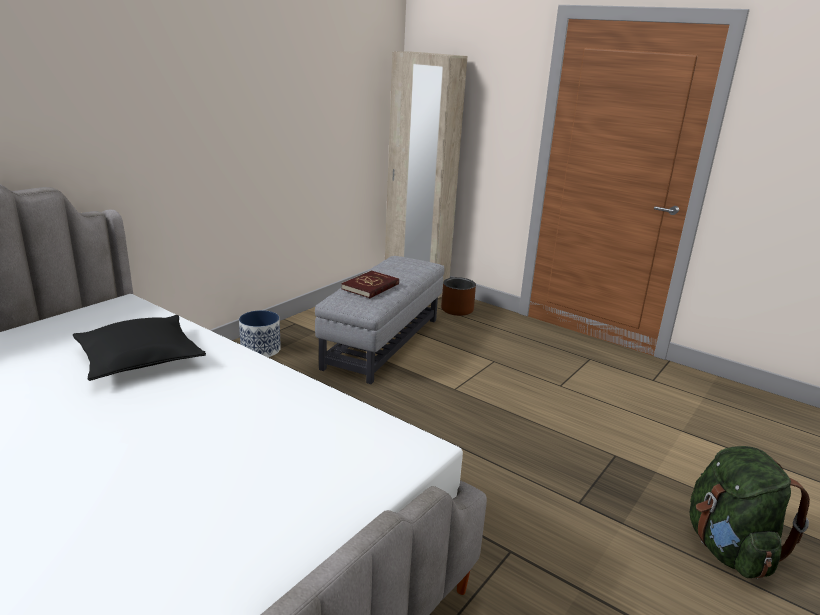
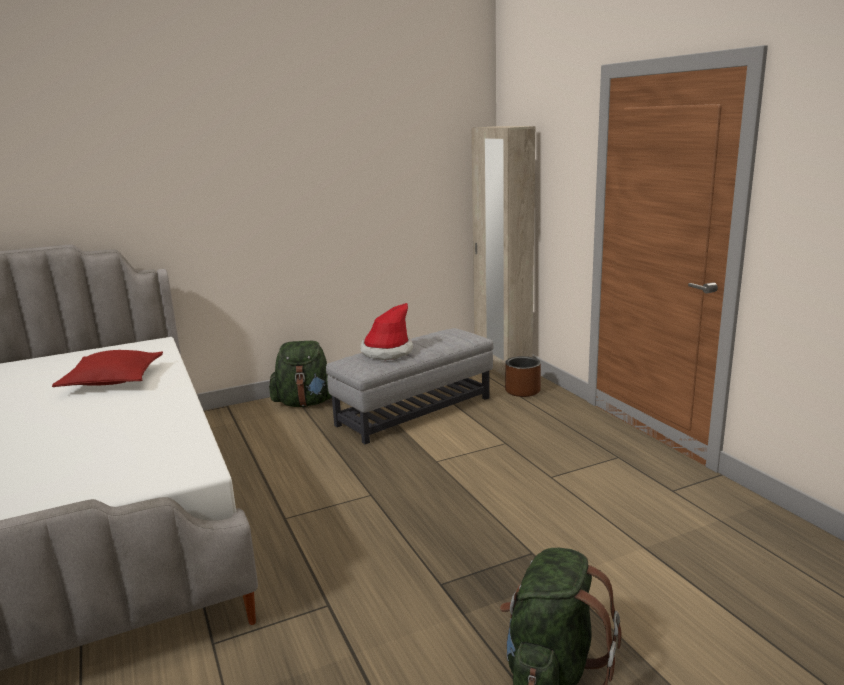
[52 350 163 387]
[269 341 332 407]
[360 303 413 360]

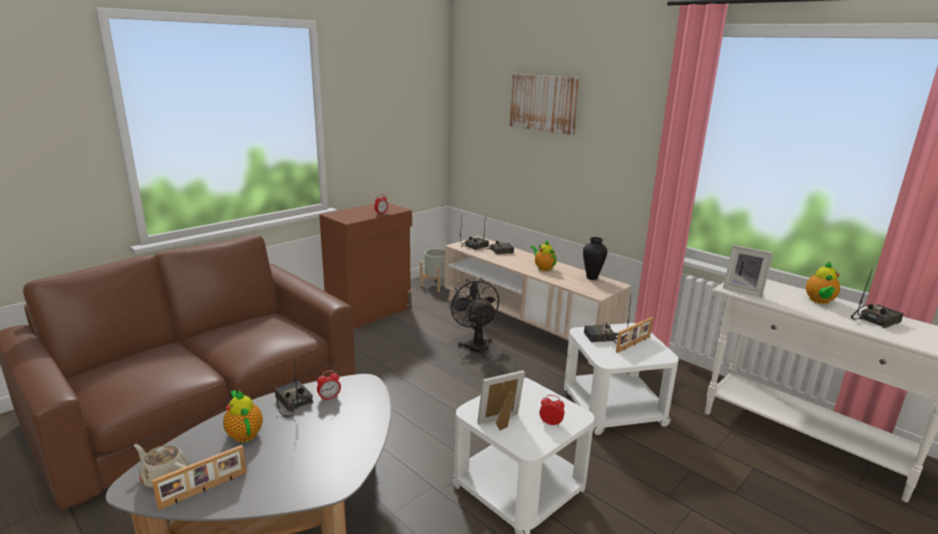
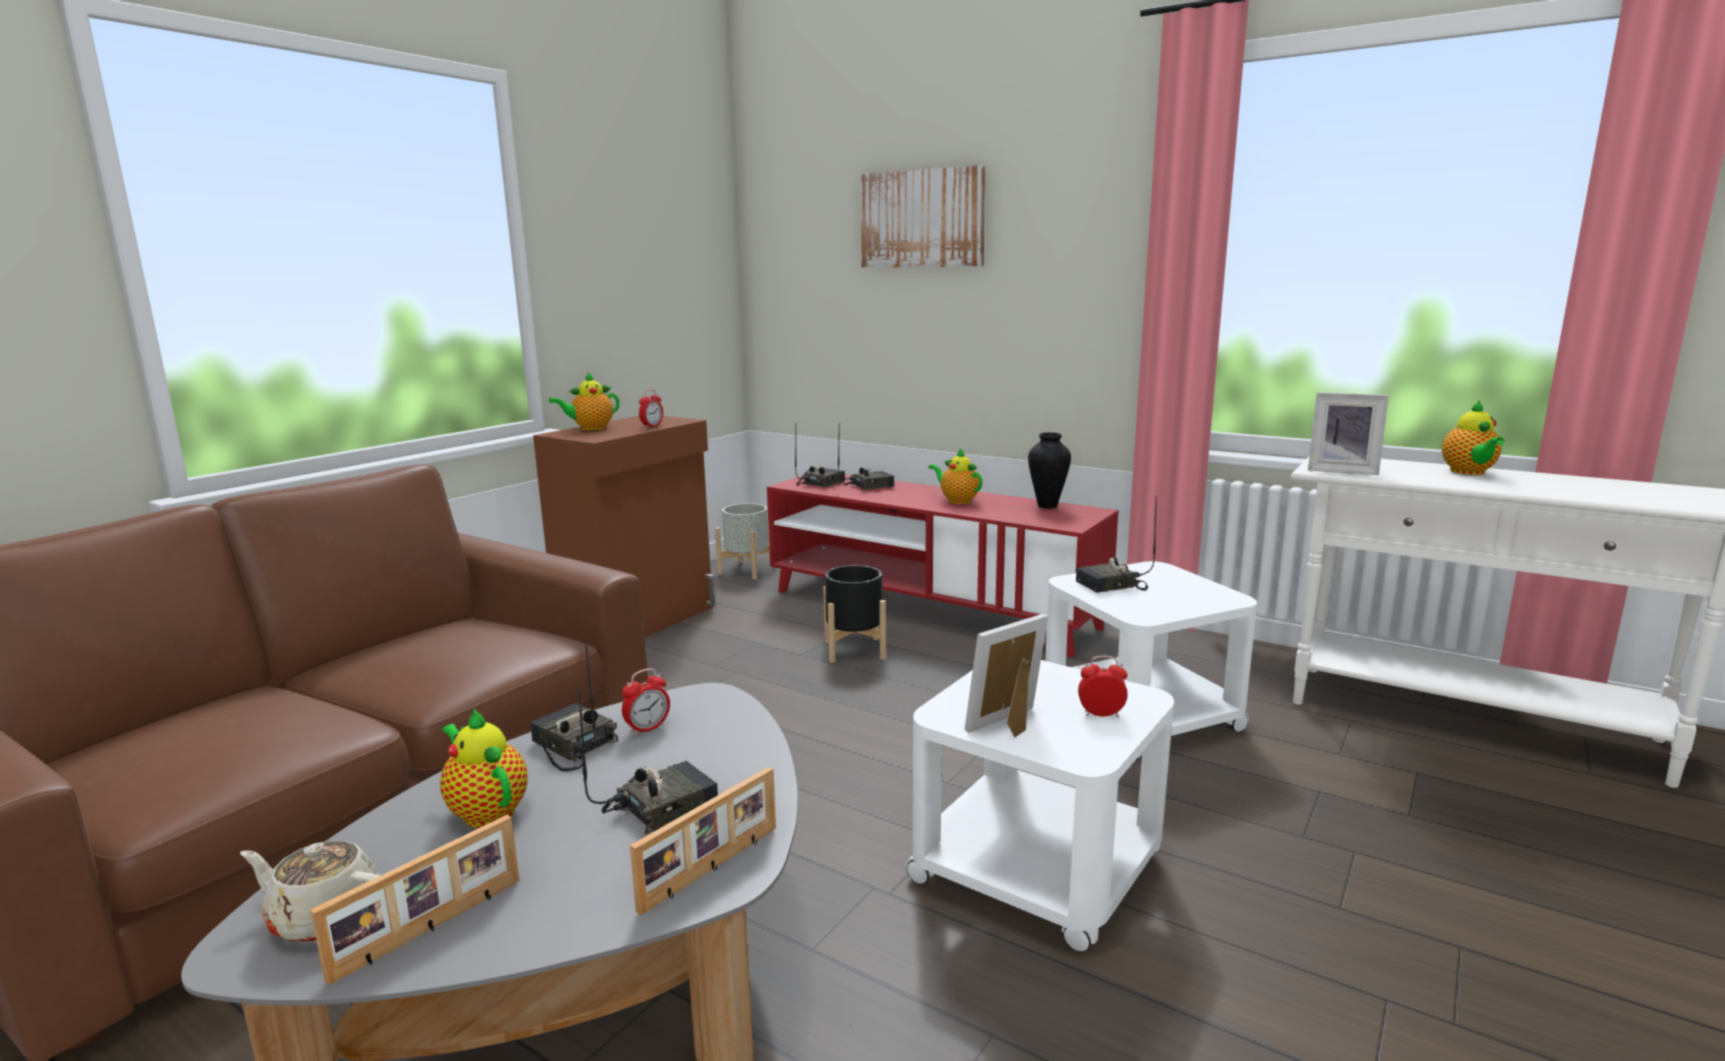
[767 474 1119 658]
[823 565 886 663]
[630 767 776 915]
[578 685 718 834]
[549 372 619 430]

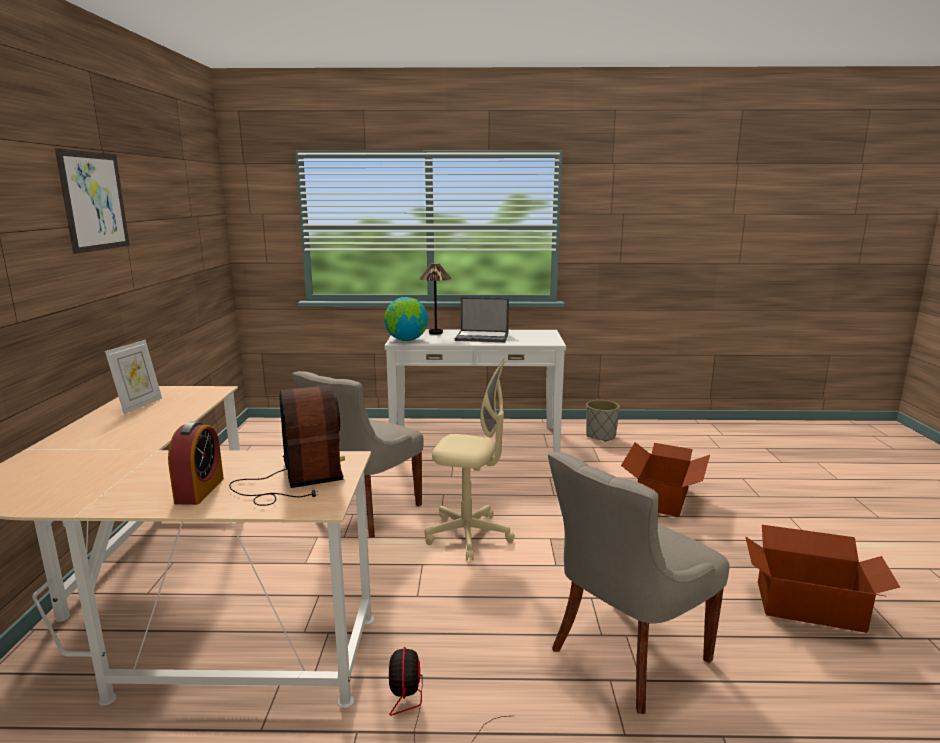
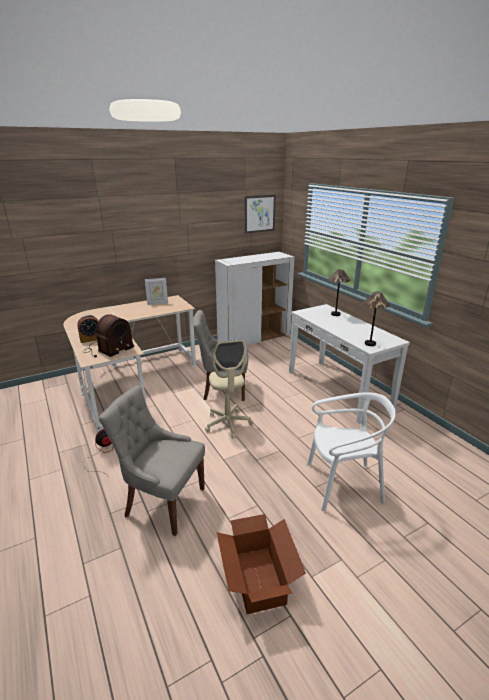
[245 194 276 234]
[384 297 428 341] (first image)
[455 297 509 342] (first image)
[586 400 620 442] (first image)
[307 392 396 511]
[215 252 295 345]
[363 291 390 346]

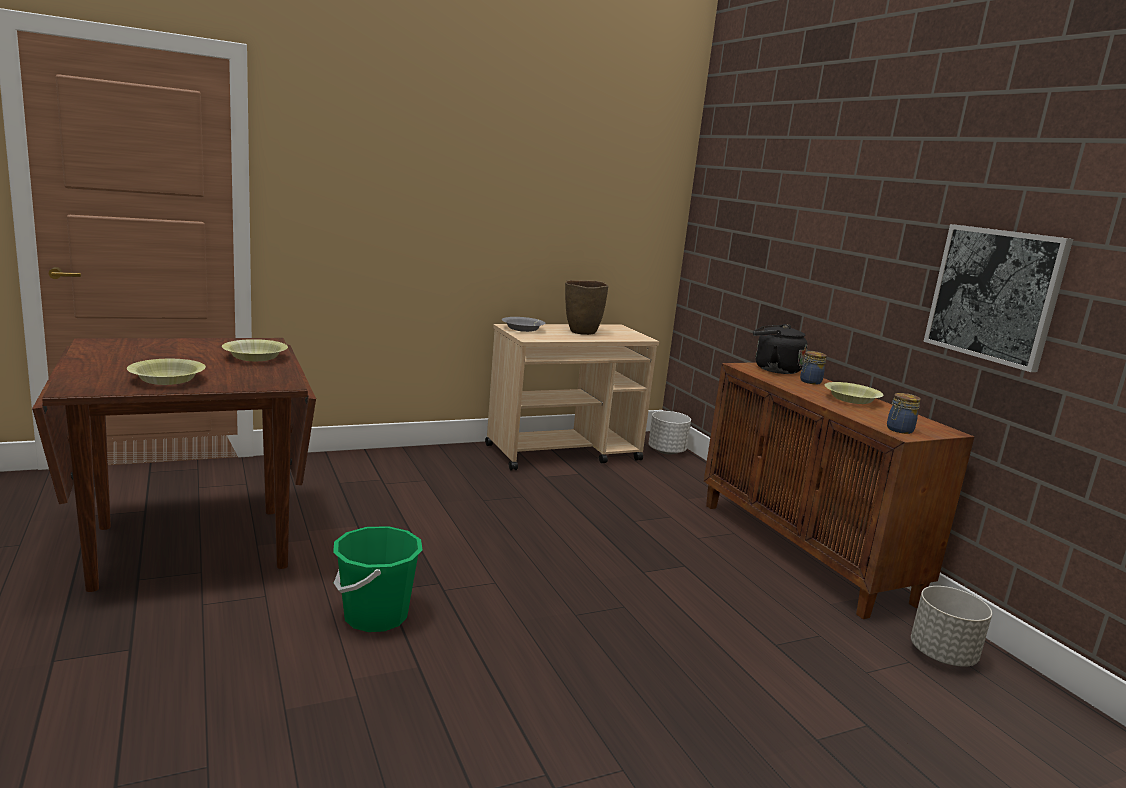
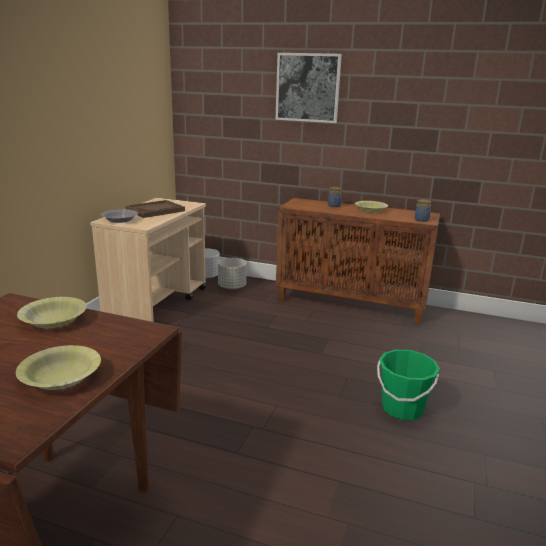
[377 350 440 420]
[126 200 185 218]
[753 324 808 374] (first image)
[218 258 247 290]
[276 53 342 123]

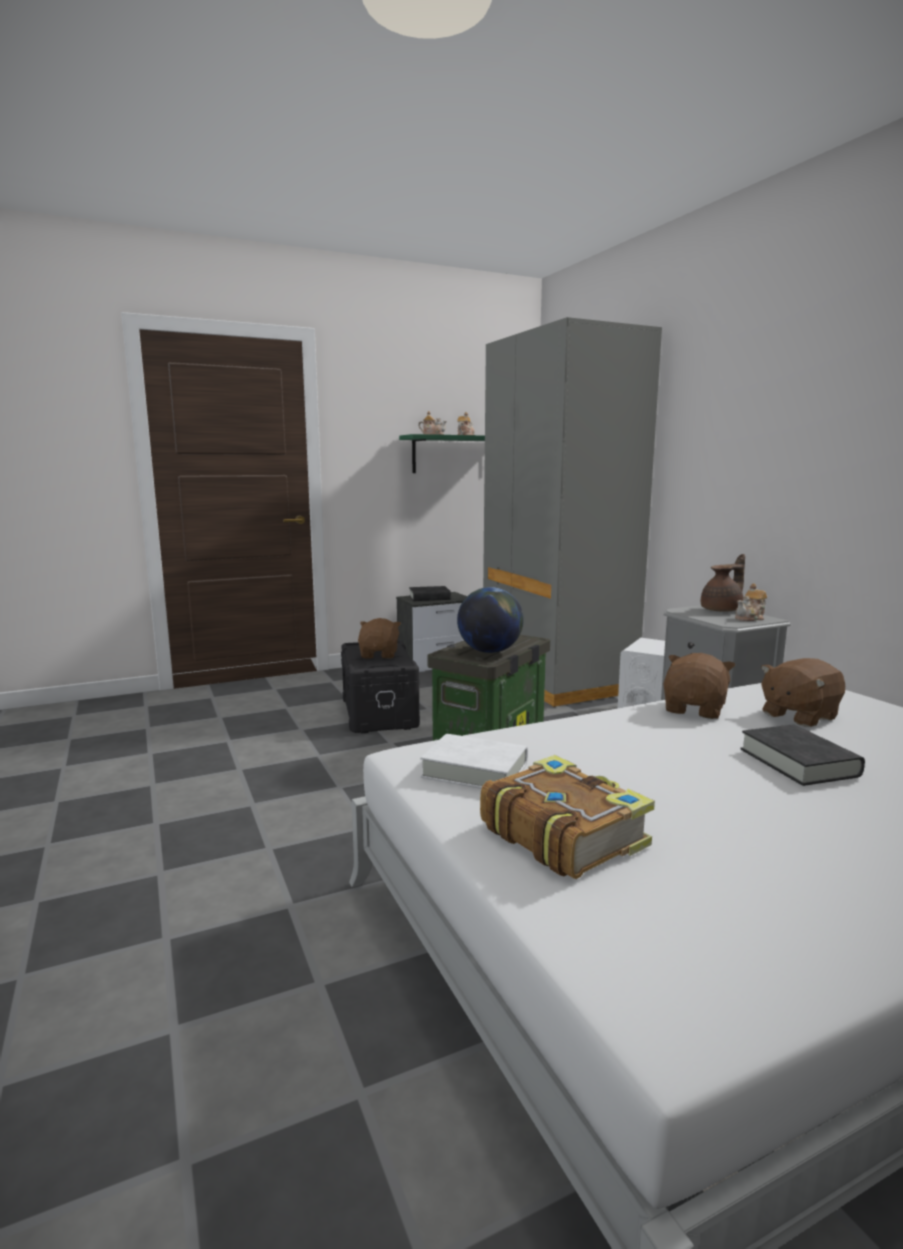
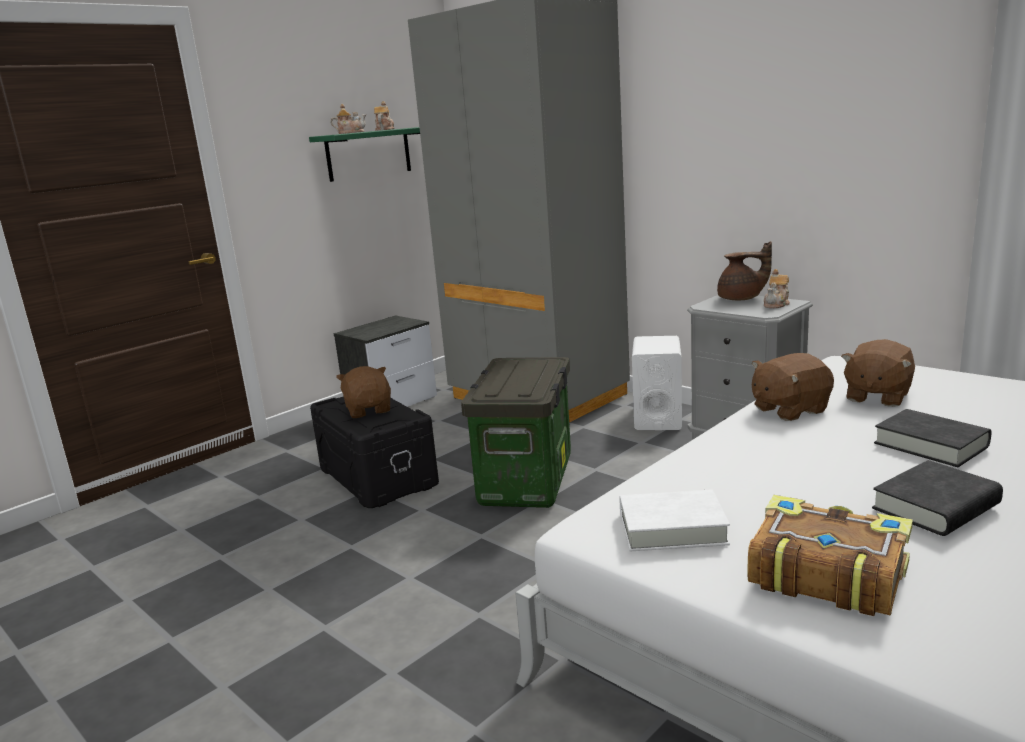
[872 460 1003 536]
[457 587 524 653] (first image)
[752 353 834 421]
[717 241 772 300]

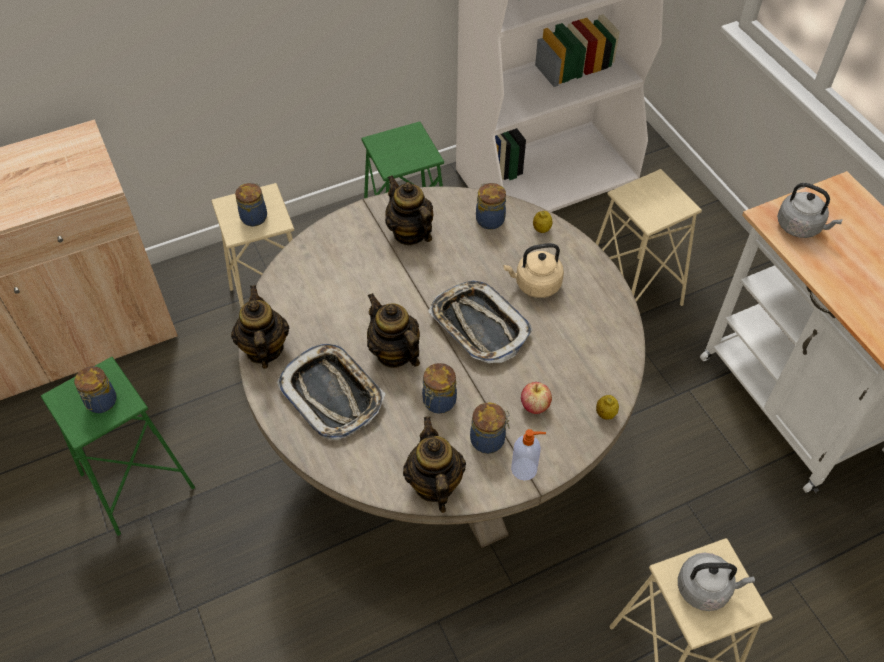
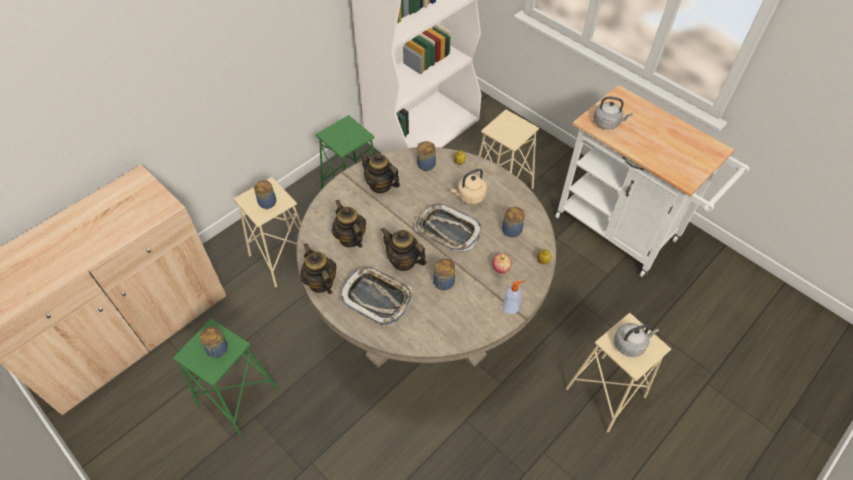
[332 200 366 248]
[502 206 525 238]

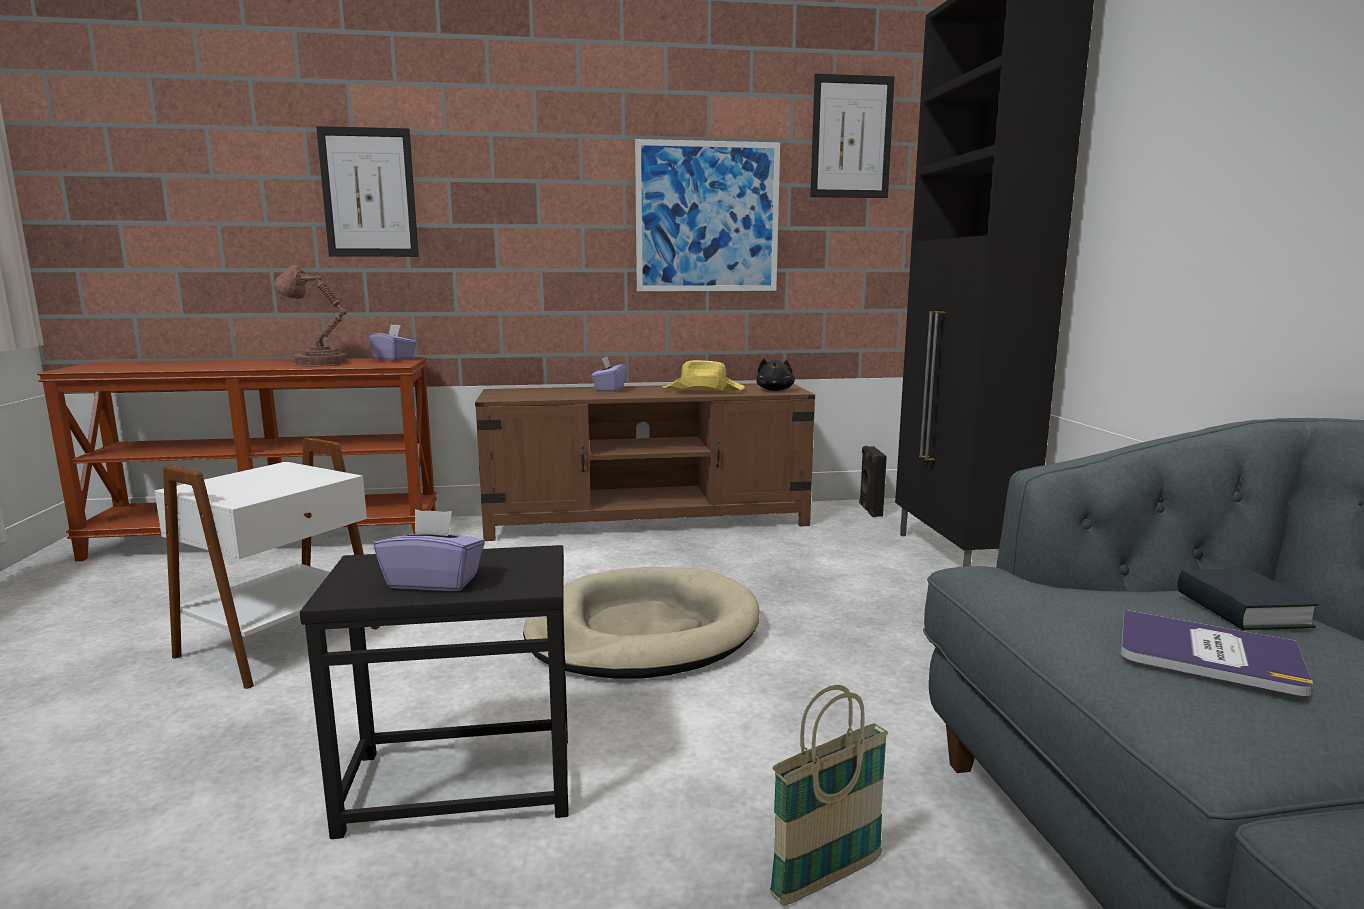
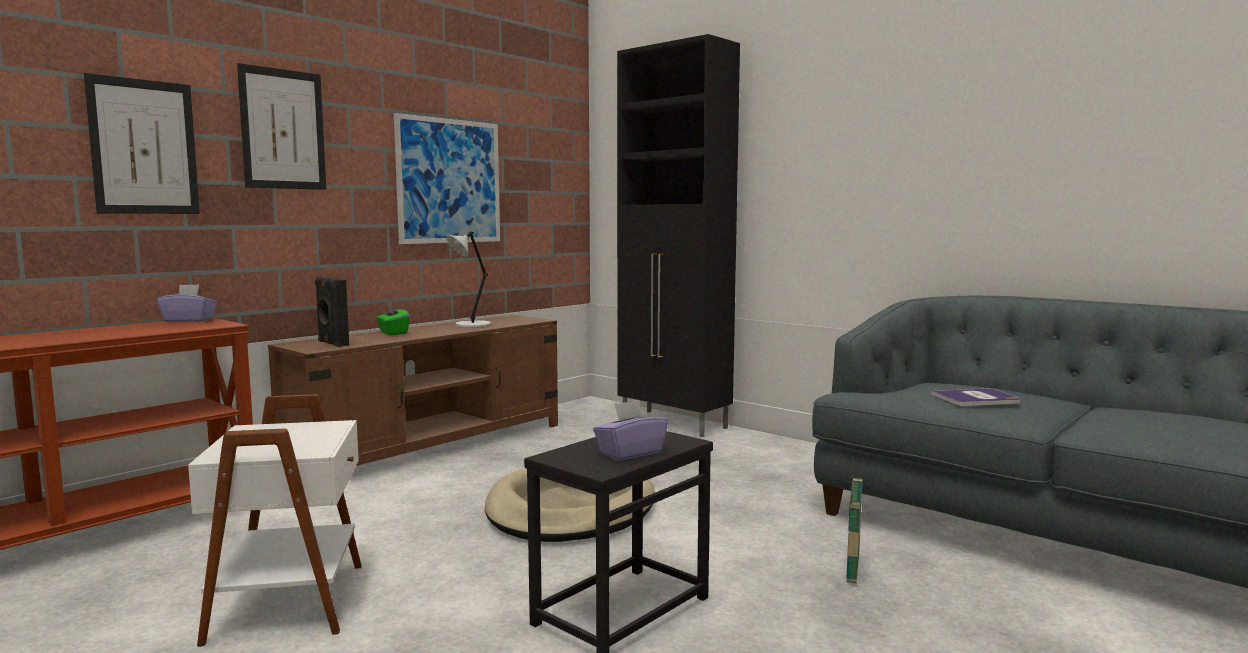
[274 265 349 367] (first image)
[376 304 410 335]
[446 231 491 328]
[756 358 795 391] (first image)
[237 63 326 190]
[315 277 349 347]
[1177 569 1319 630] (first image)

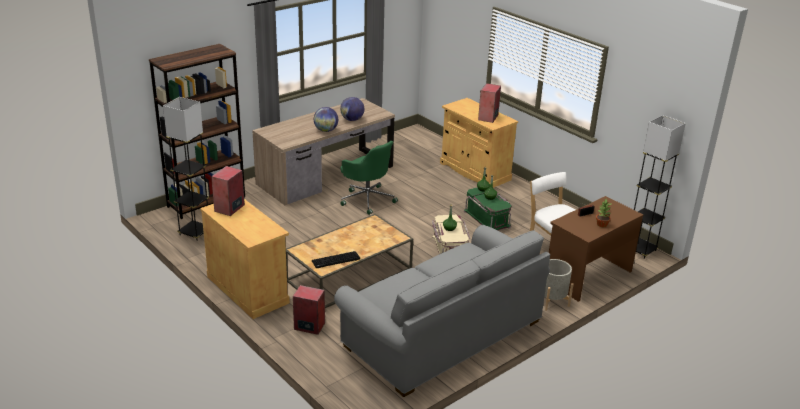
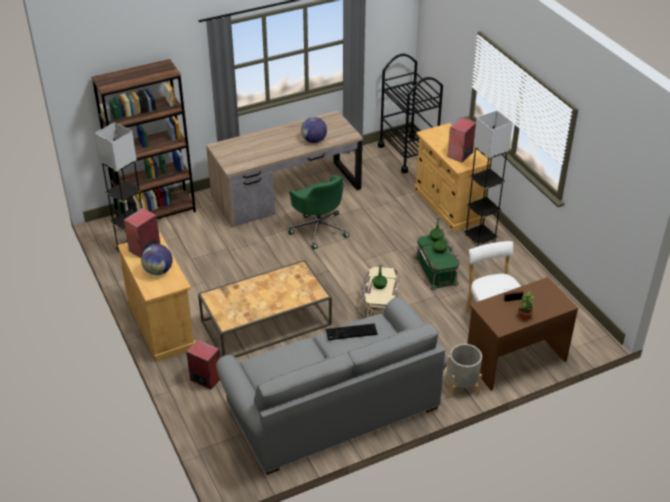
[326 324 377 340]
[141 244 173 275]
[464 111 513 246]
[378 54 443 173]

